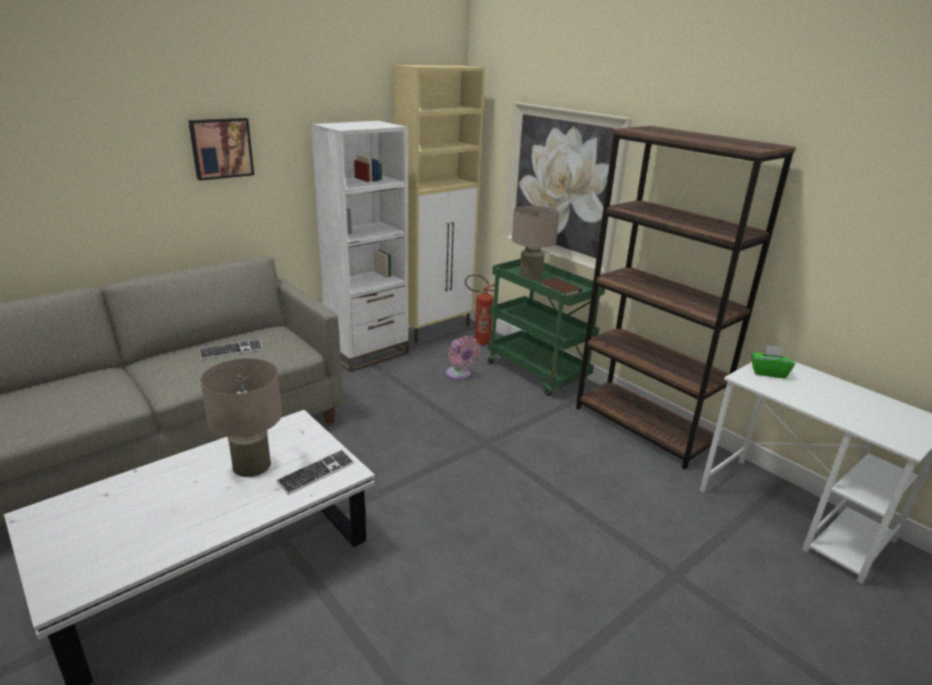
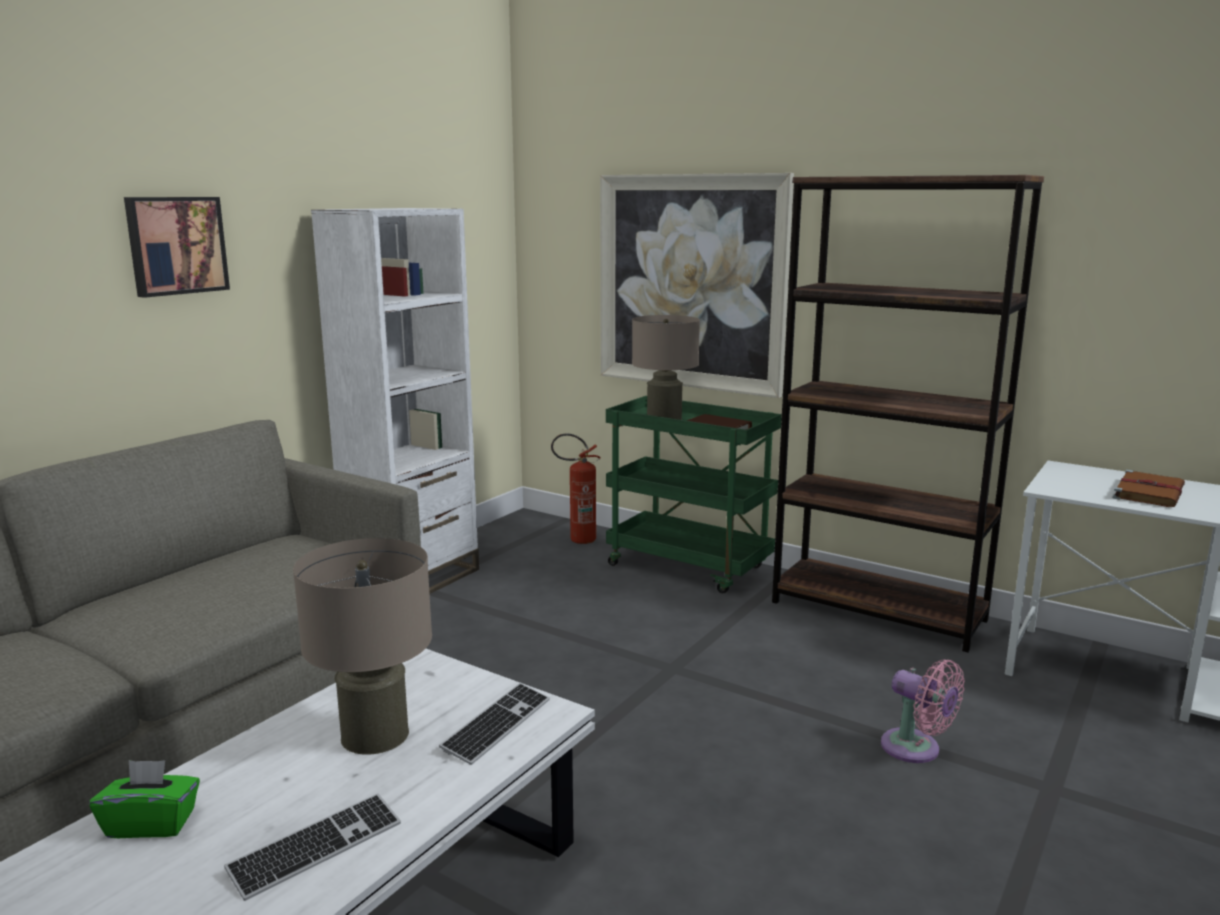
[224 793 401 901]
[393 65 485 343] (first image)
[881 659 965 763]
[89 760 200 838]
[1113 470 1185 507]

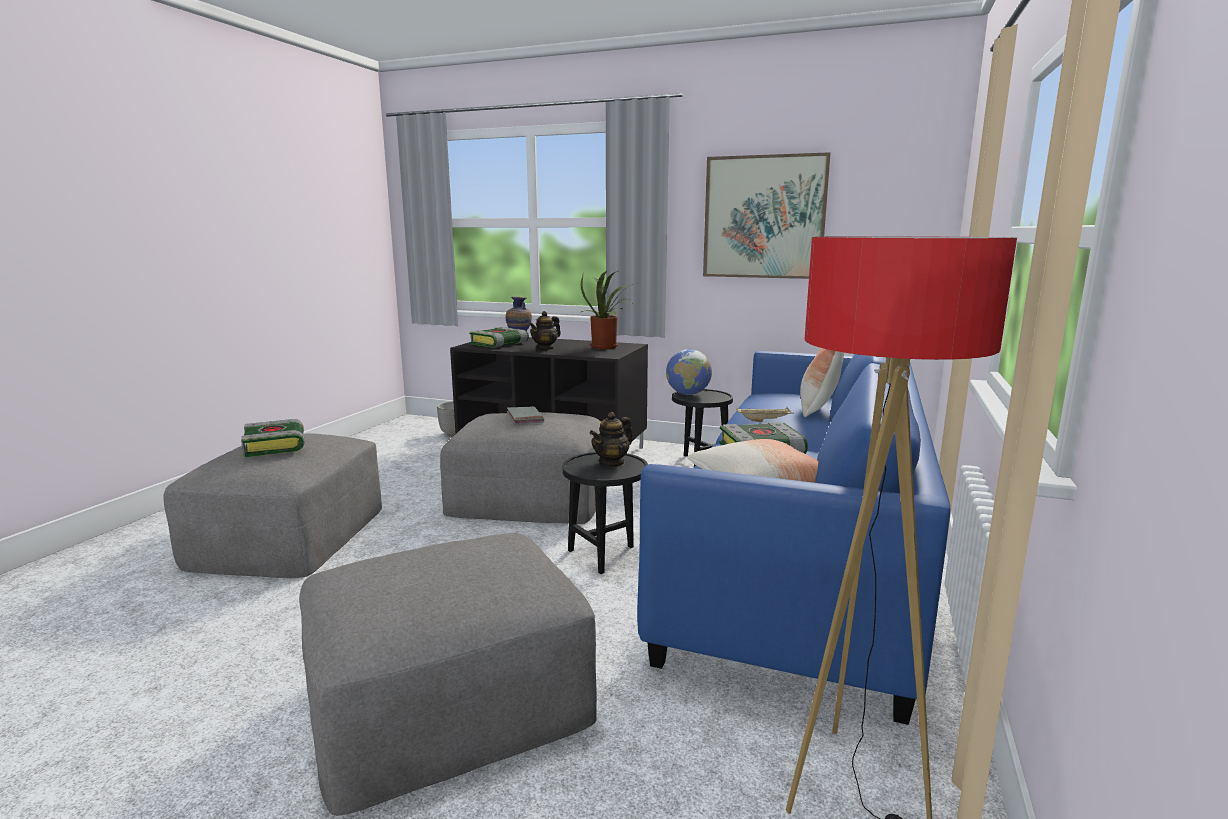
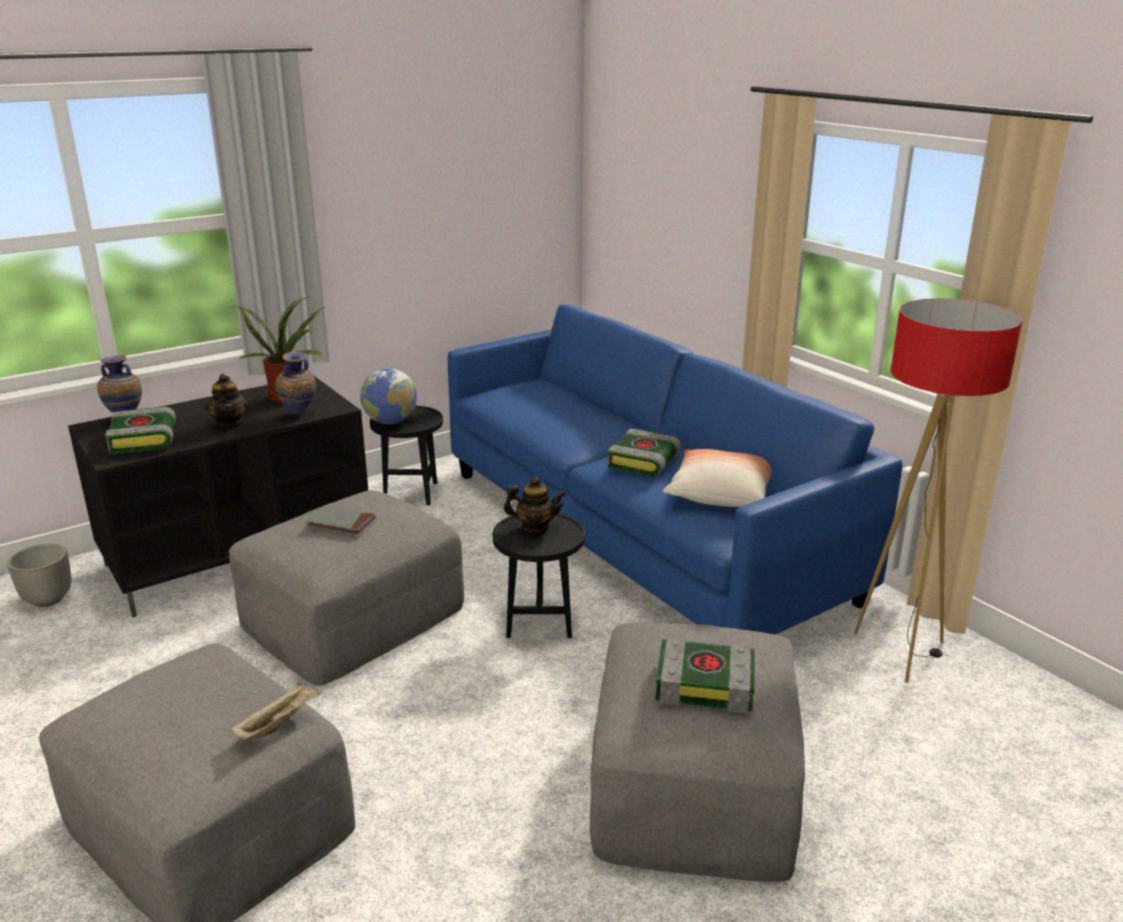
[655 638 755 713]
[504 476 567 534]
[703 152 831 279] (first image)
[231 683 321 740]
[800 348 844 417] (first image)
[275 352 316 414]

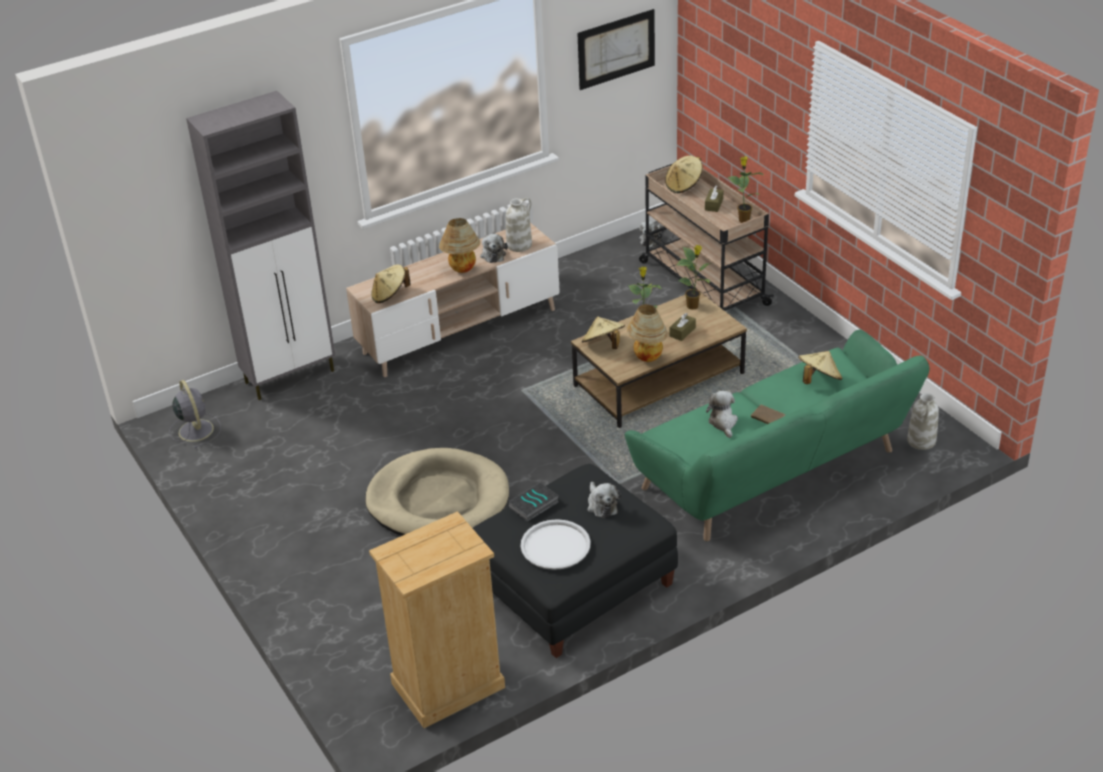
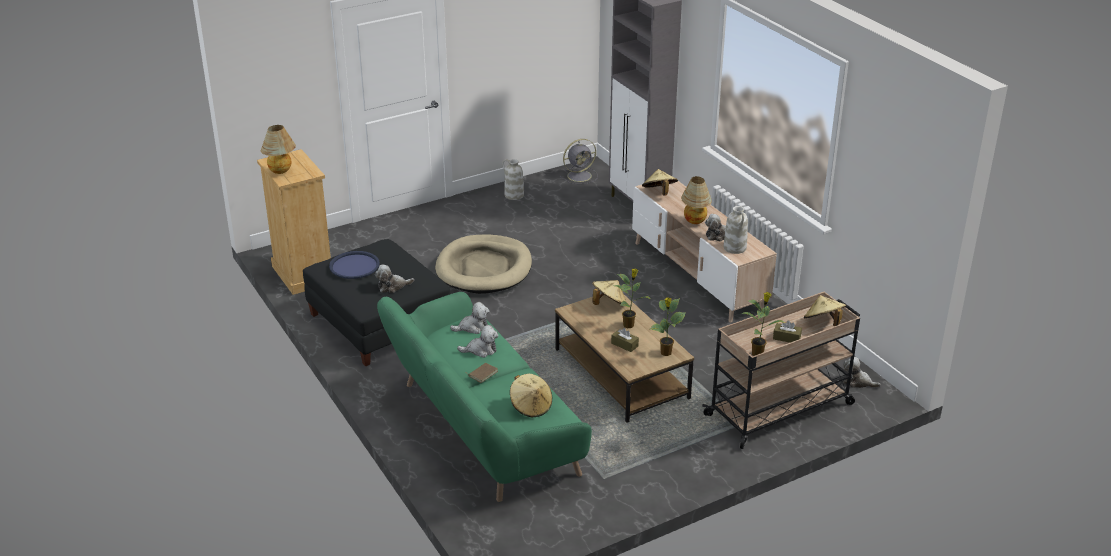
[508 483 559 521] (first image)
[329 251 380 279]
[577 9 655 90] (first image)
[261 125 296 174]
[502 159 524 200]
[450 302 490 334]

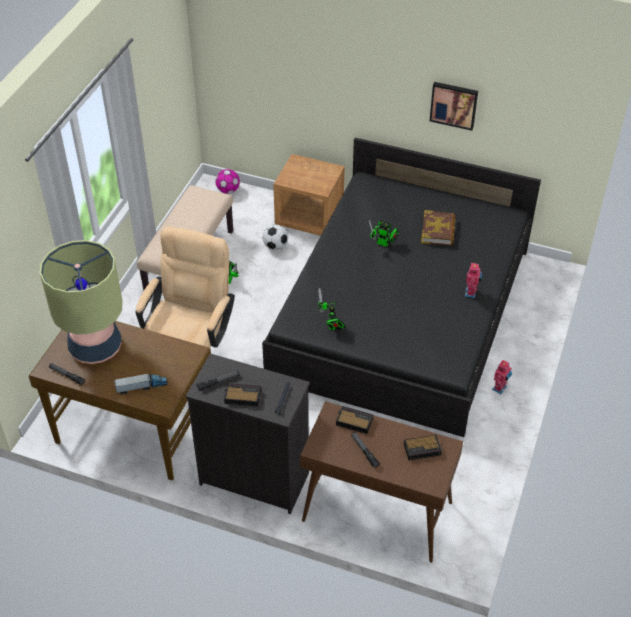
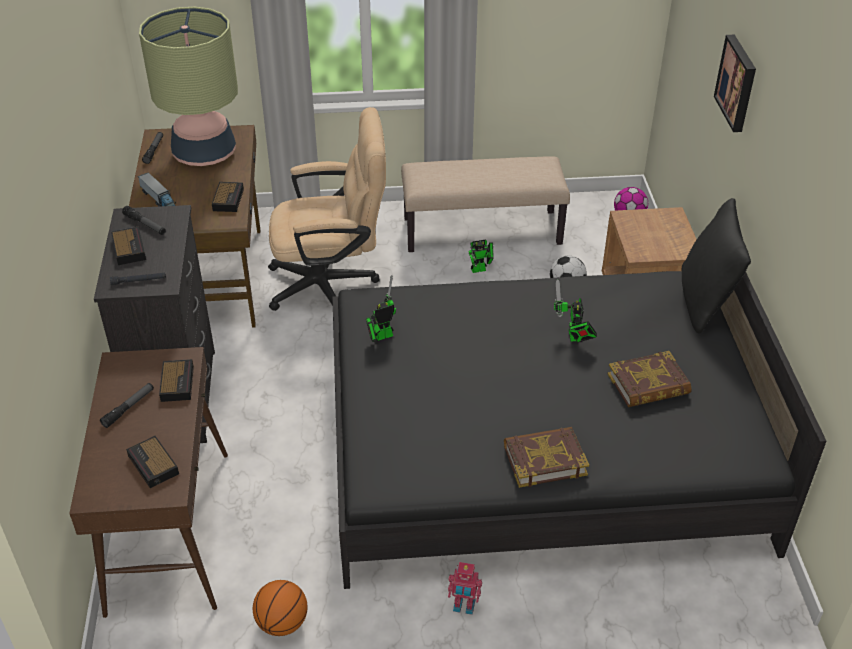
[714 35 756 132]
[504 427 589 488]
[212 182 244 212]
[253 580 308 636]
[682 198 751 333]

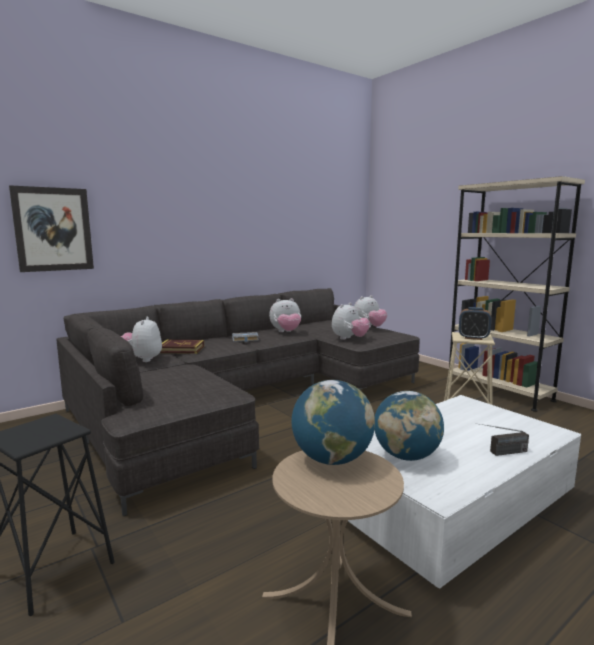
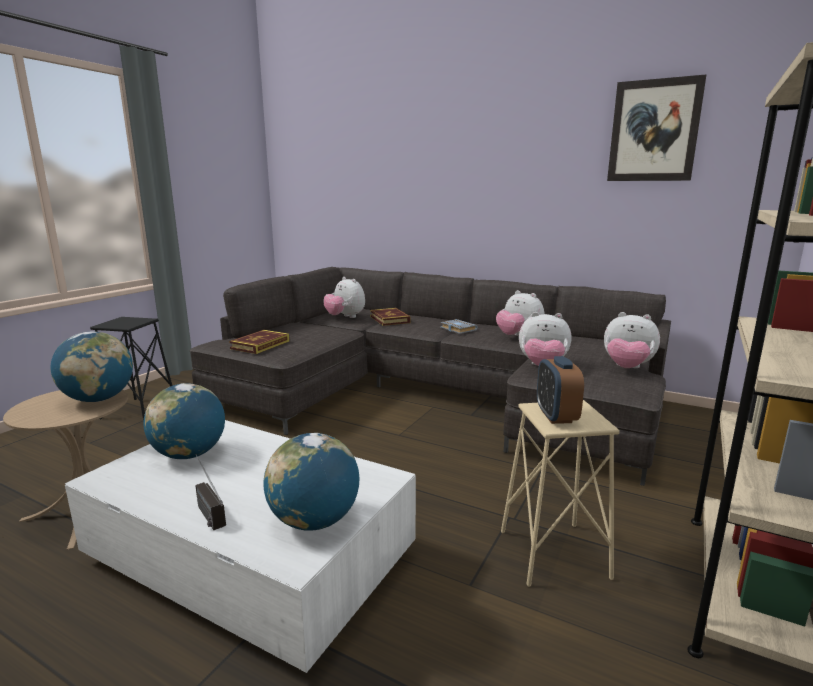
[607 74 707 181]
[323 277 365 318]
[229 330 290 354]
[264 433 359 531]

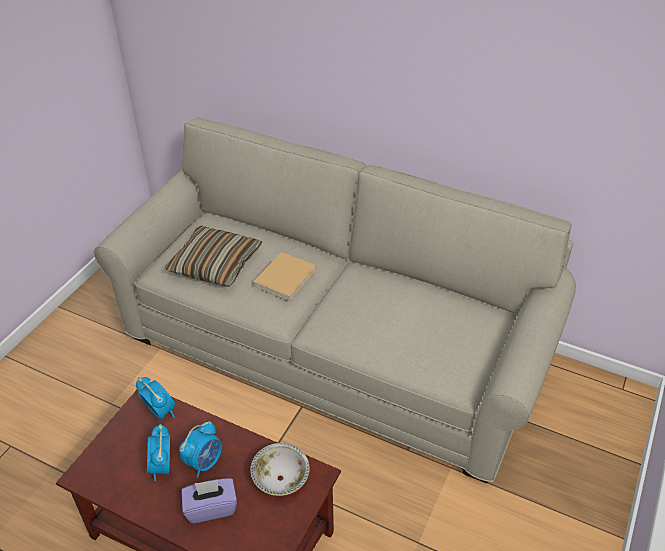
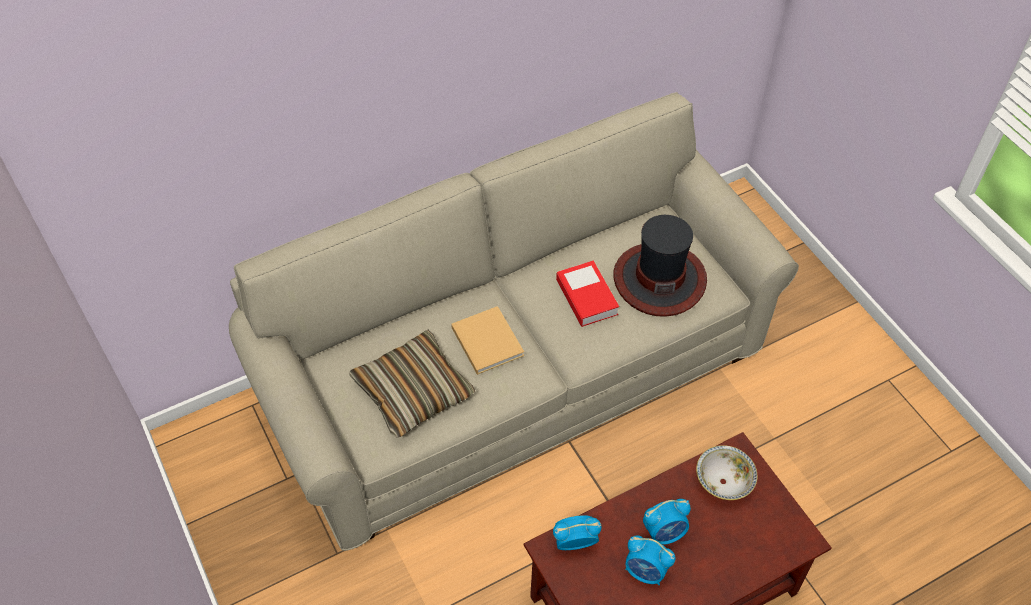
[643 499 691 545]
[181 478 237 523] (first image)
[556 261 619 327]
[613 215 707 317]

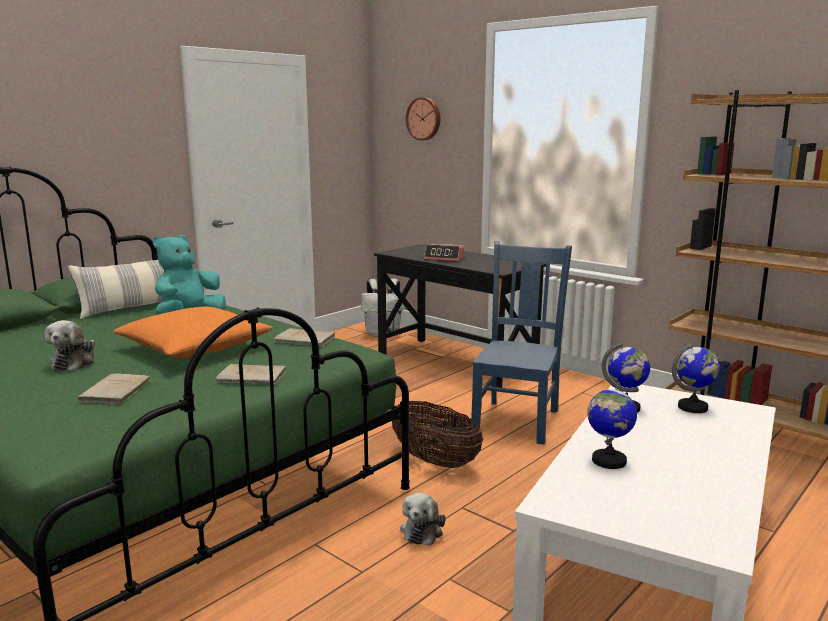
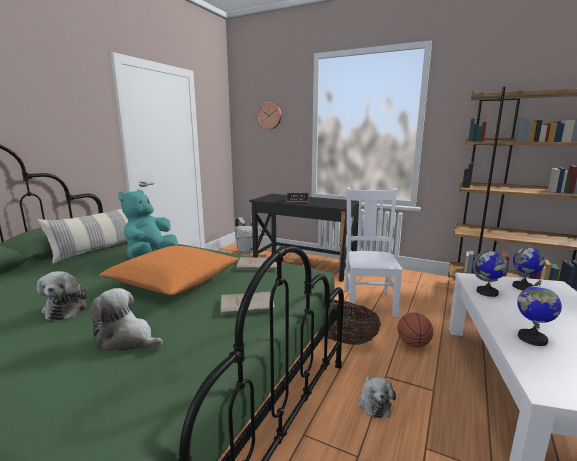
[90 288 163 352]
[344 187 403 317]
[398 312 433 348]

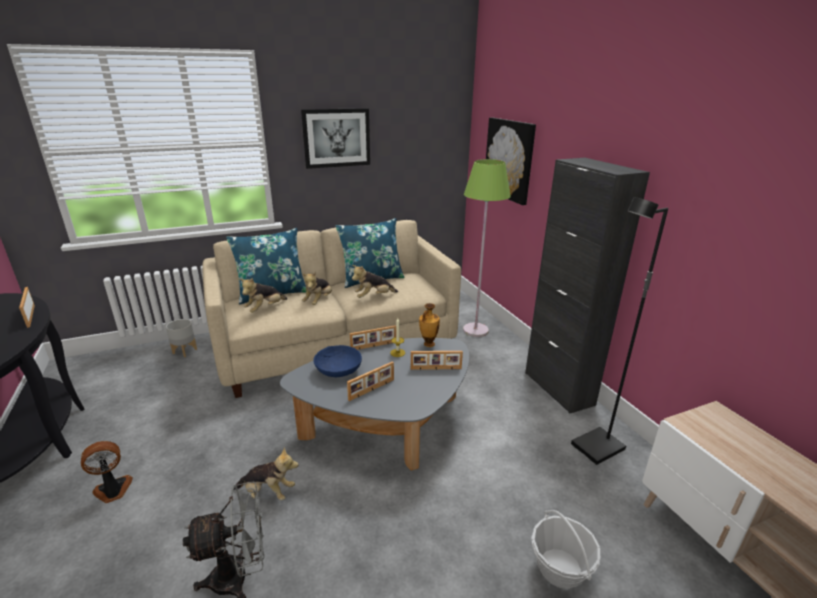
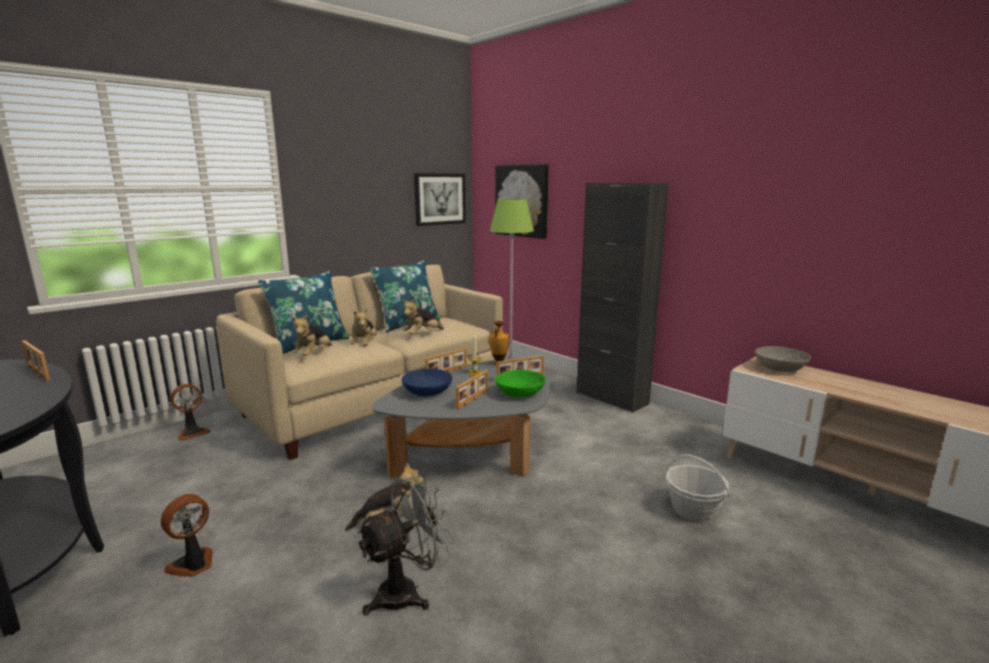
[171 384 211 441]
[414 173 466 226]
[571 197 668 465] (first image)
[495 370 546 398]
[755 346 811 372]

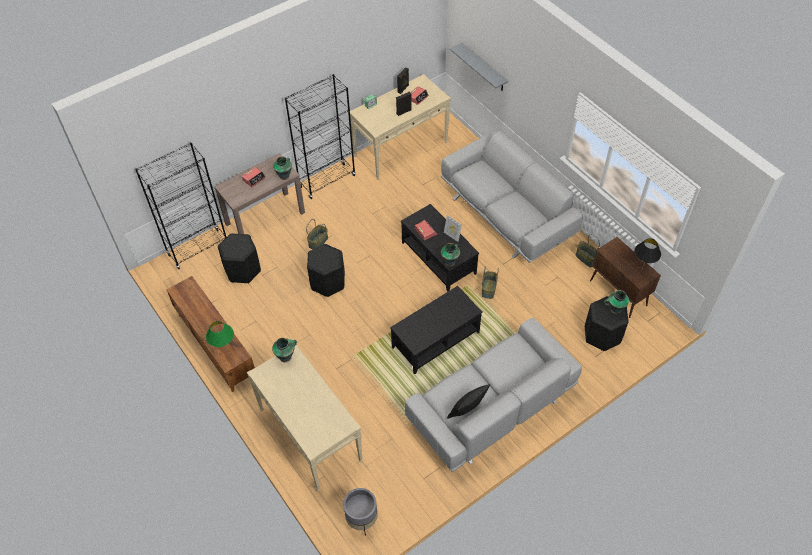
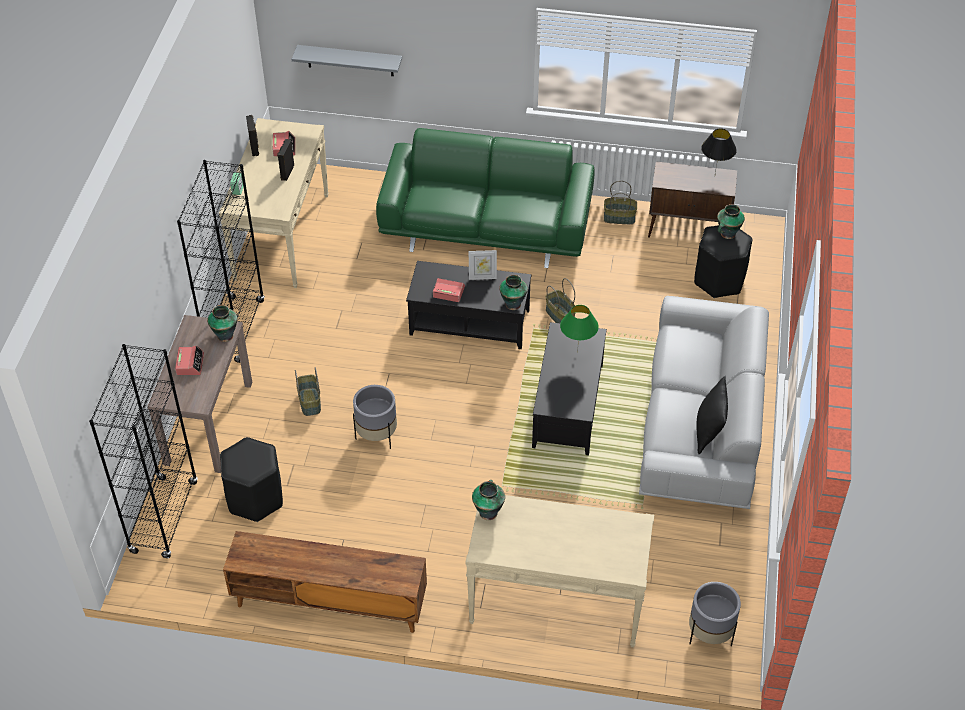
[560 305 599 353]
[353 385 397 449]
[376 128 594 268]

